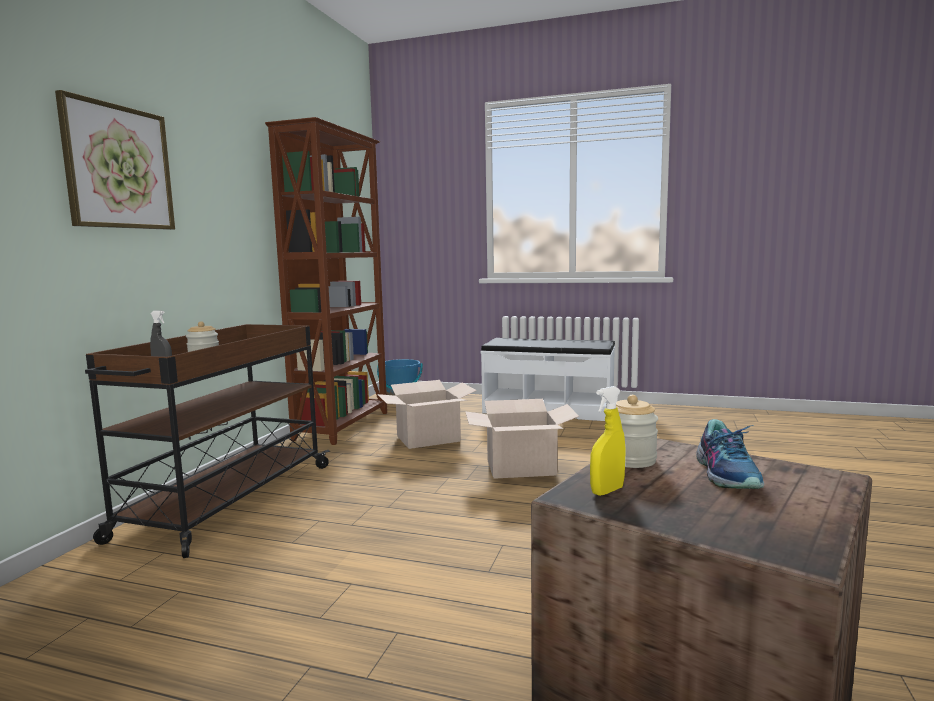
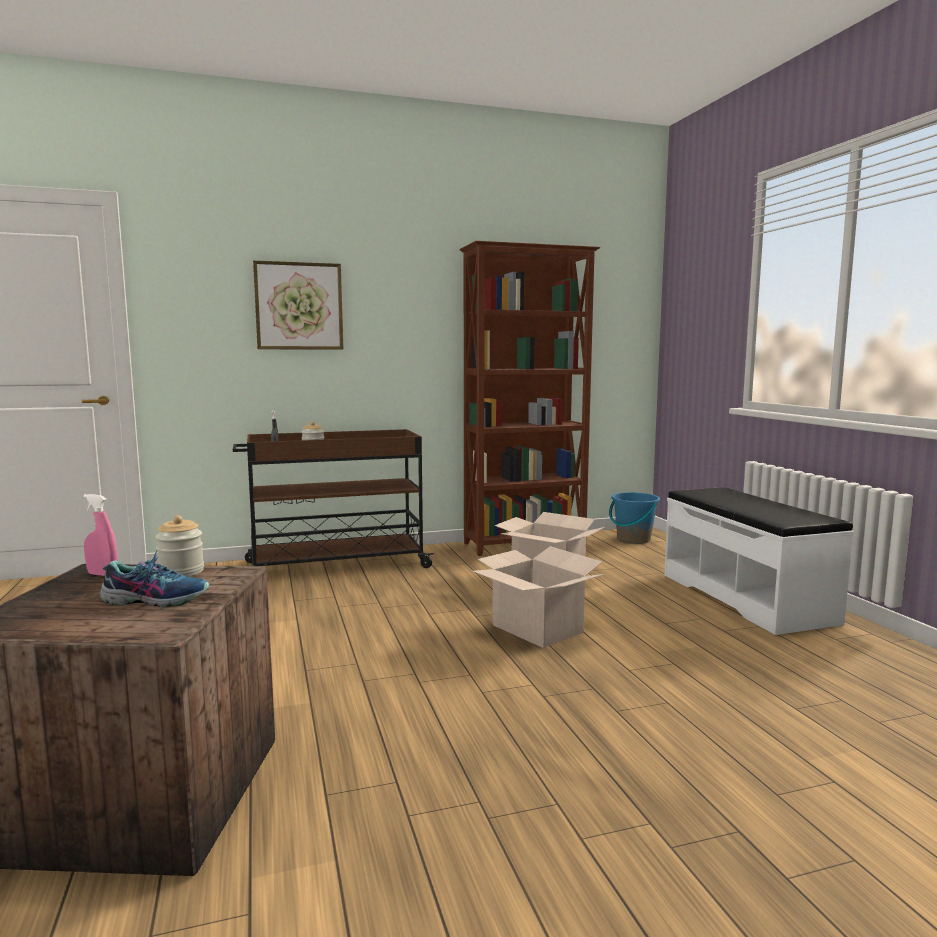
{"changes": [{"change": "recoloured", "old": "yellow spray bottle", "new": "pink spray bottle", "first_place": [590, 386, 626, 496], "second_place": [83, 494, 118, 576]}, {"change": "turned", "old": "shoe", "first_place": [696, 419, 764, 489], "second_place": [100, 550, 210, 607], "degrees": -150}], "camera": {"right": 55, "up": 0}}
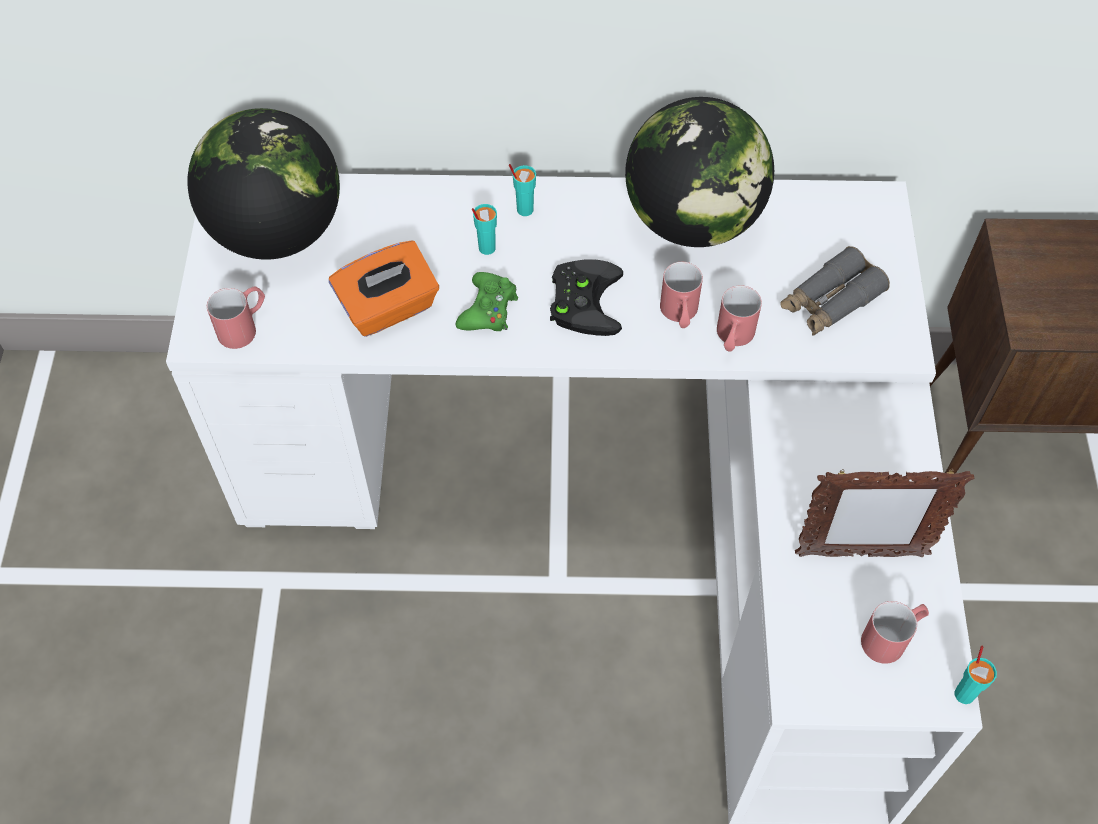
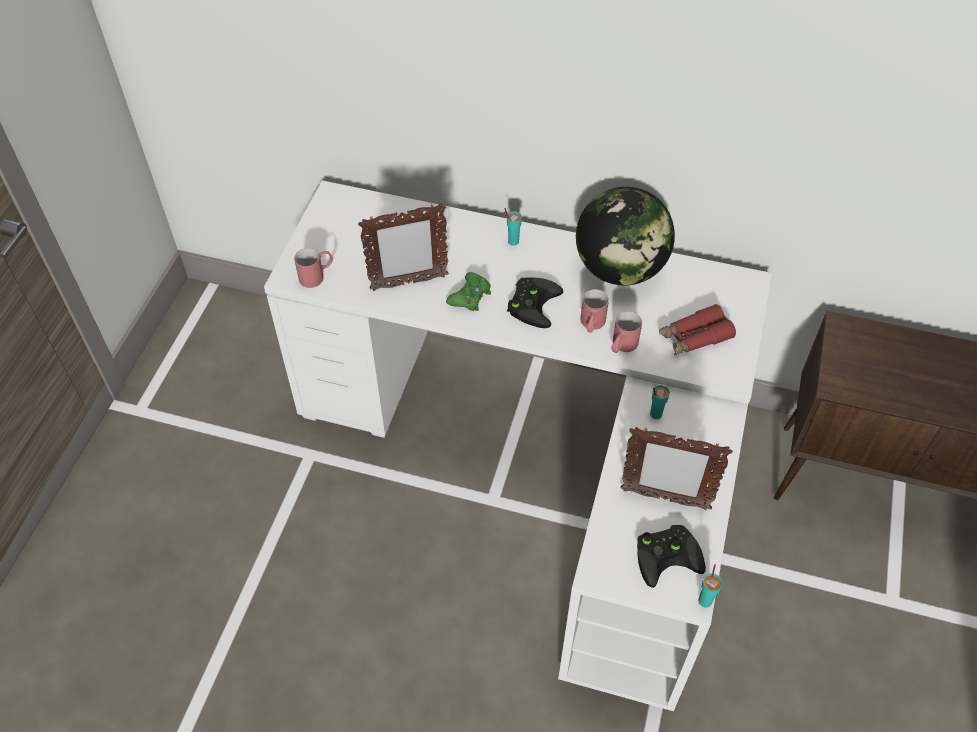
{"changes": [{"change": "removed", "old": "globe", "first_place": [187, 108, 340, 260]}, {"change": "moved", "old": "turquoise cup", "first_place": [472, 204, 497, 255], "second_place": [650, 385, 670, 419]}, {"change": "replaced", "old": "orange tissue box", "new": "picture frame", "first_place": [329, 240, 439, 337], "second_place": [358, 203, 449, 291]}, {"change": "replaced", "old": "red mug", "new": "black game controller", "first_place": [861, 601, 929, 664], "second_place": [637, 525, 706, 588]}, {"change": "recoloured", "old": "grey binoculars", "new": "red binoculars", "first_place": [780, 246, 890, 336], "second_place": [659, 304, 736, 355]}], "camera": {"right": 15, "up": -5}}
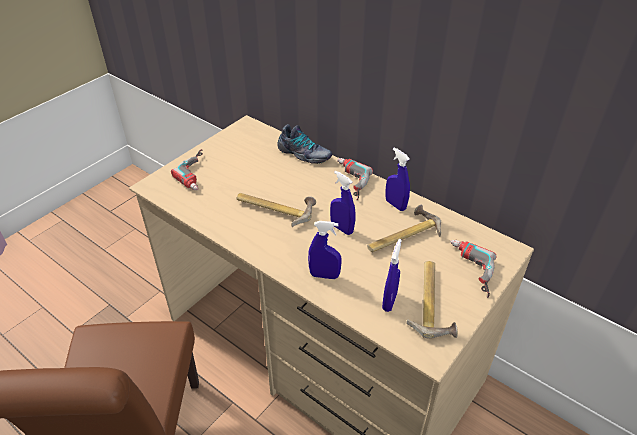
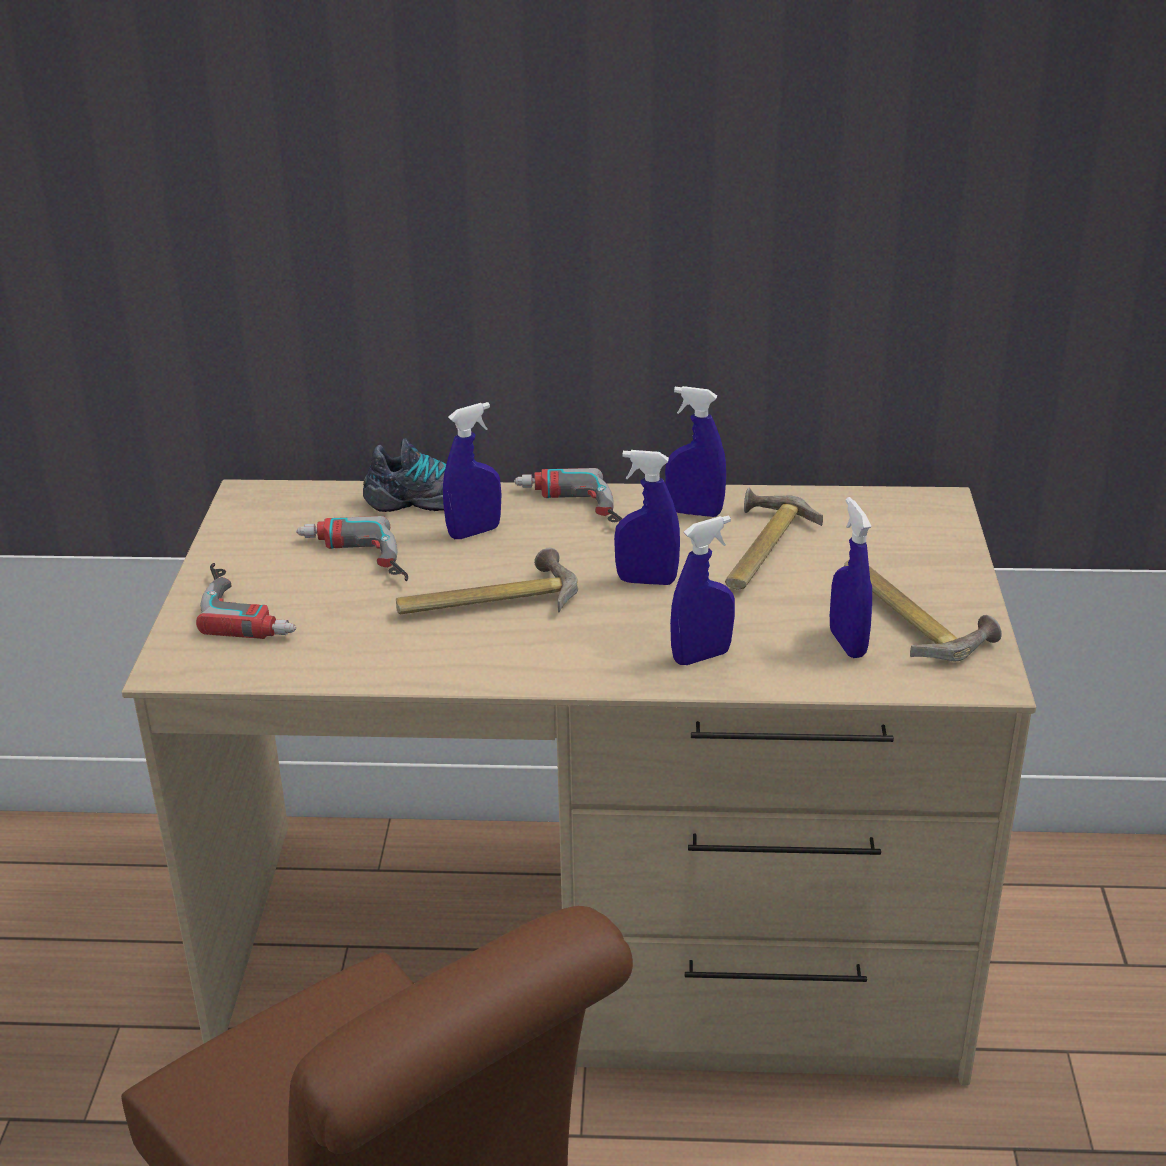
{"changes": [{"change": "added", "new": "blue spray bottle", "second_place": [443, 402, 501, 539]}, {"change": "moved", "old": "power drill", "first_place": [450, 240, 496, 298], "second_place": [296, 516, 408, 581]}], "camera": {"right": -35, "up": -10}}
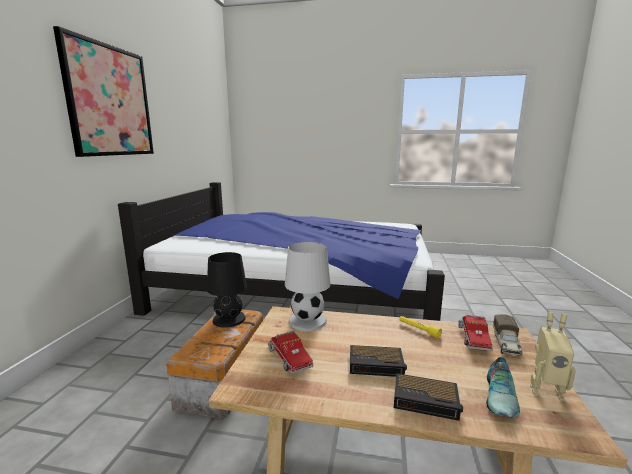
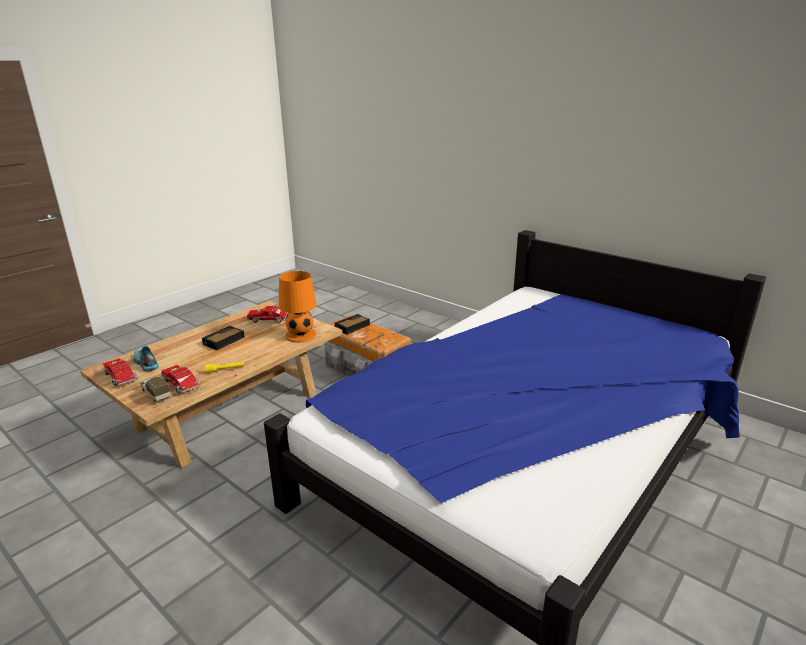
{"changes": [{"change": "removed", "old": "picture", "first_place": [53, 26, 154, 157]}, {"change": "removed", "old": "black table lamp", "first_place": [207, 252, 247, 328]}, {"change": "moved", "old": "alarm clock", "first_place": [394, 373, 463, 421], "second_place": [335, 314, 370, 334]}, {"change": "replaced", "old": "toy robot", "new": "toy truck", "first_place": [530, 312, 576, 401], "second_place": [103, 358, 138, 387]}, {"change": "recoloured", "old": "white table lamp", "new": "orange table lamp", "first_place": [285, 242, 331, 331], "second_place": [279, 271, 317, 343]}], "camera": {"right": 120, "up": 10}}
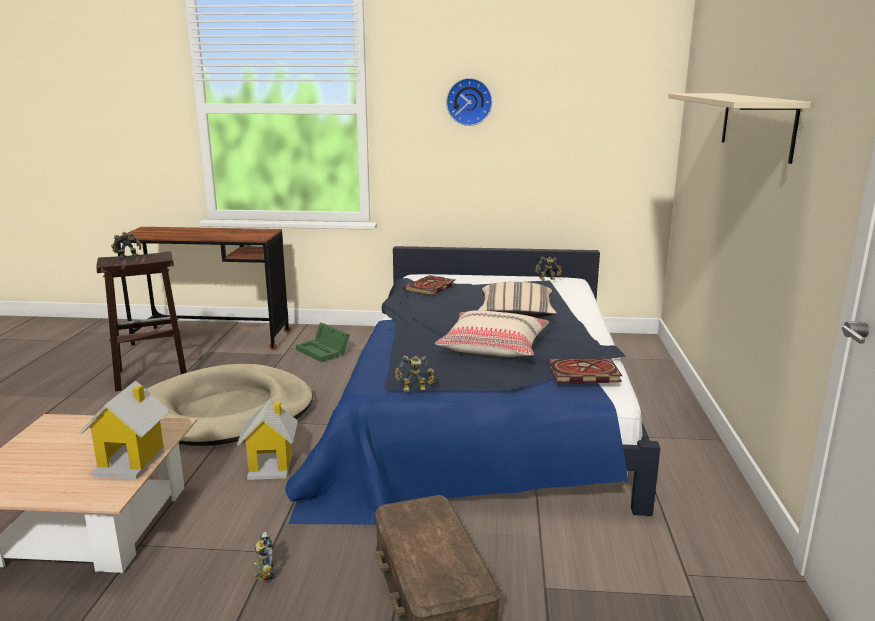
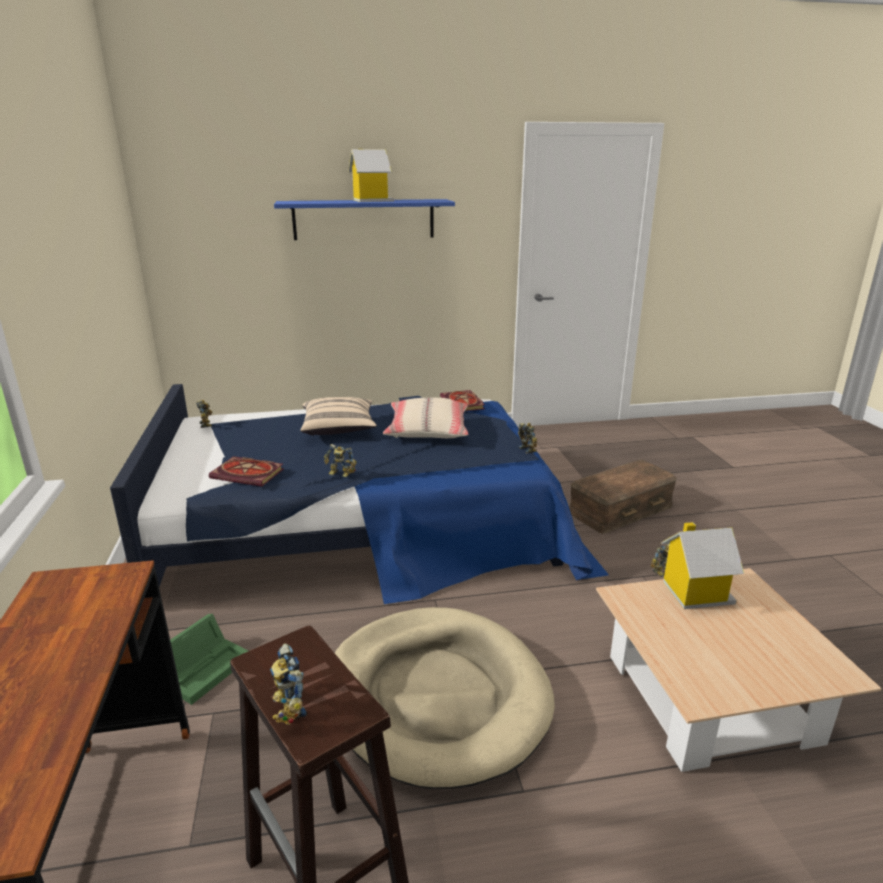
{"changes": [{"change": "removed", "old": "wall clock", "first_place": [446, 78, 492, 126]}, {"change": "added", "new": "toy robot", "second_place": [324, 444, 357, 477]}, {"change": "moved", "old": "toy house", "first_place": [237, 398, 298, 480], "second_place": [348, 149, 394, 202]}, {"change": "recoloured", "old": "beige shelf", "new": "blue shelf", "first_place": [668, 93, 811, 164], "second_place": [274, 199, 455, 240]}], "camera": {"right": -105, "up": 5}}
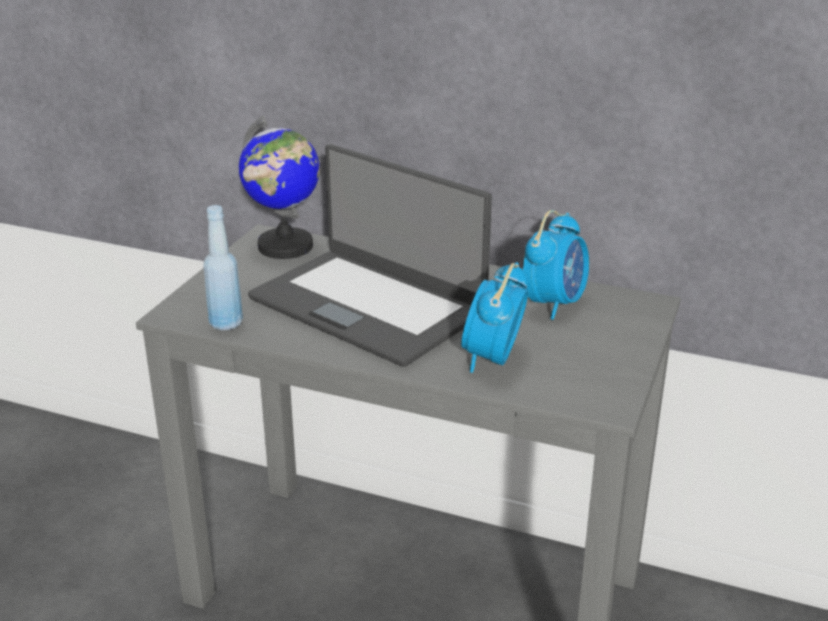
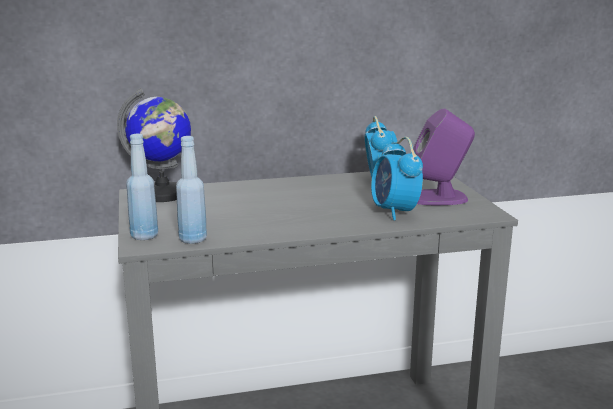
{"changes": [{"change": "removed", "old": "laptop", "first_place": [248, 144, 492, 367]}, {"change": "added", "new": "blue bottle", "second_place": [126, 134, 158, 240]}, {"change": "added", "new": "purple speaker", "second_place": [411, 109, 475, 205]}], "camera": {"right": -35, "up": -10}}
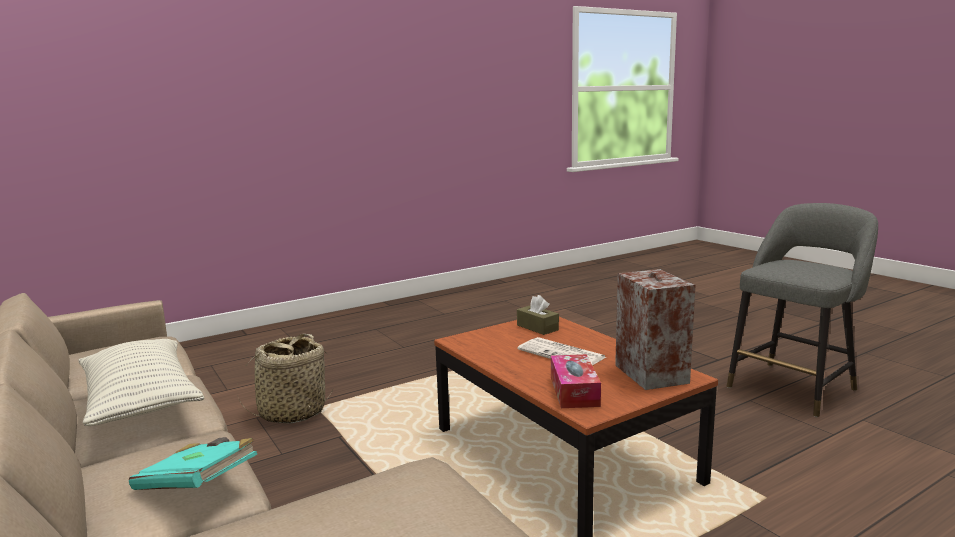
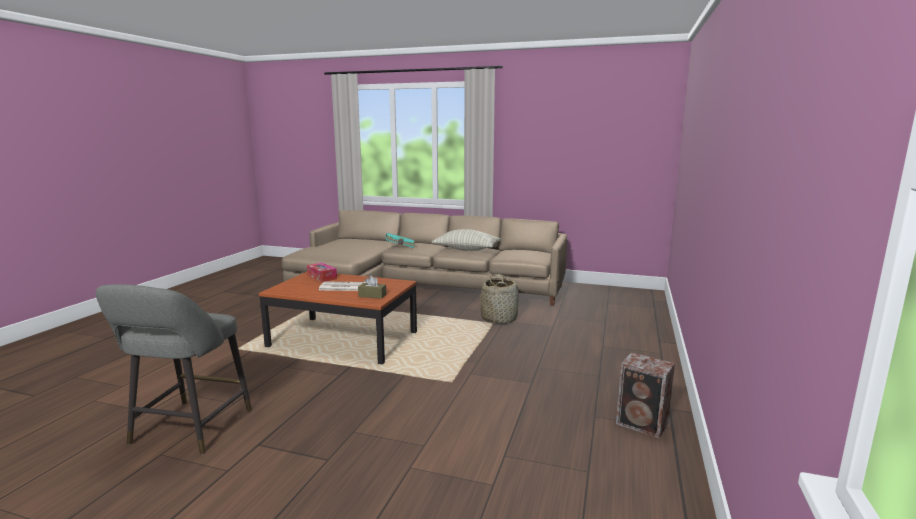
{"changes": [{"change": "moved", "old": "speaker", "first_place": [615, 269, 695, 390], "second_place": [616, 353, 675, 439]}], "camera": {"right": 140, "up": 0}}
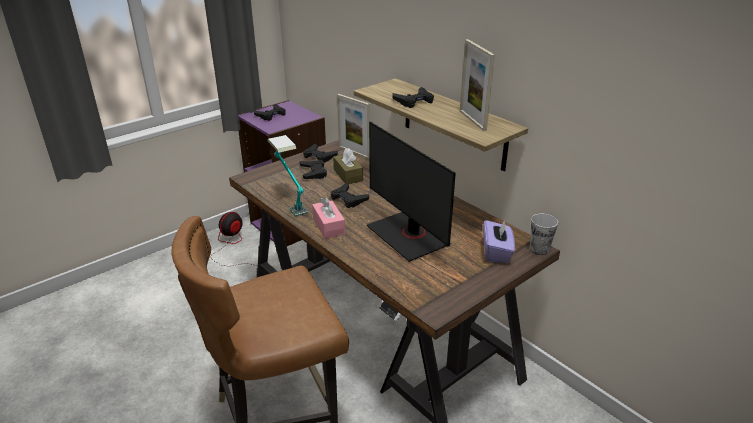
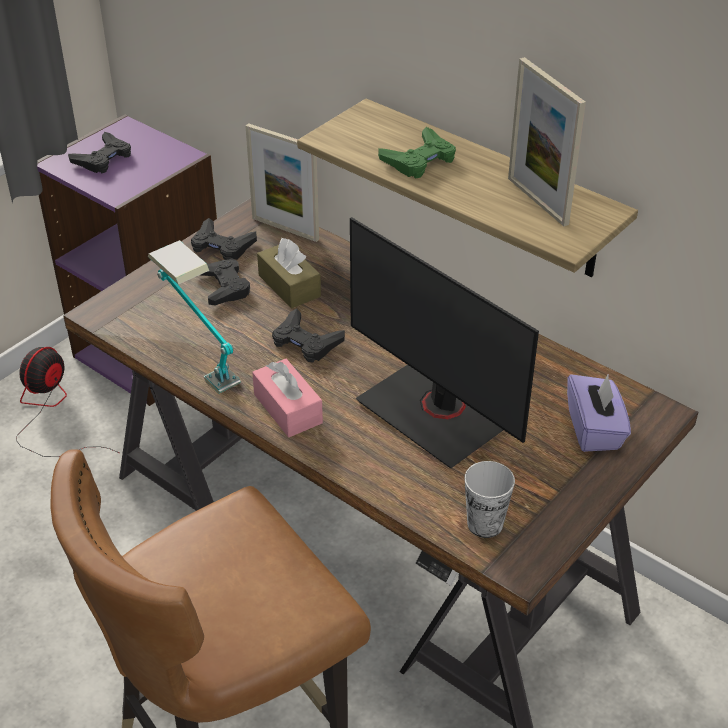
{"changes": [{"change": "moved", "old": "cup", "first_place": [530, 214, 558, 255], "second_place": [464, 461, 515, 538]}, {"change": "recoloured", "old": "black game controller", "new": "green game controller", "first_place": [392, 87, 434, 108], "second_place": [378, 127, 456, 179]}], "camera": {"right": -10, "up": 10}}
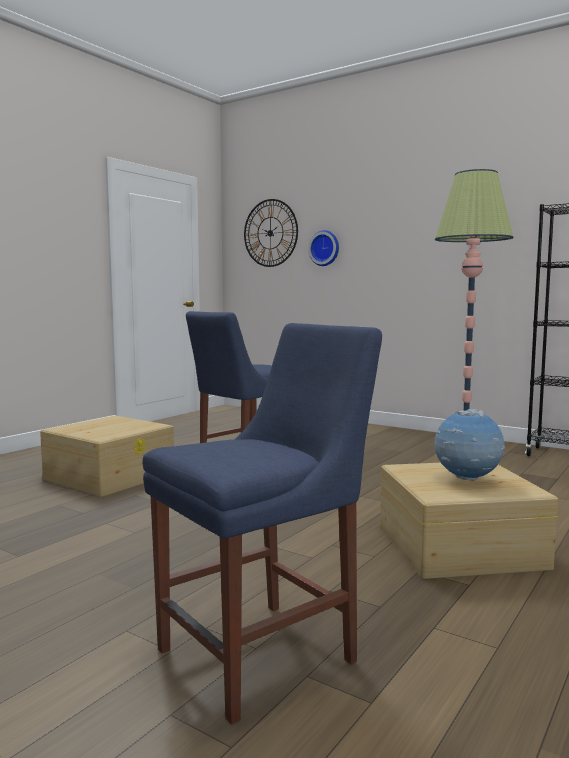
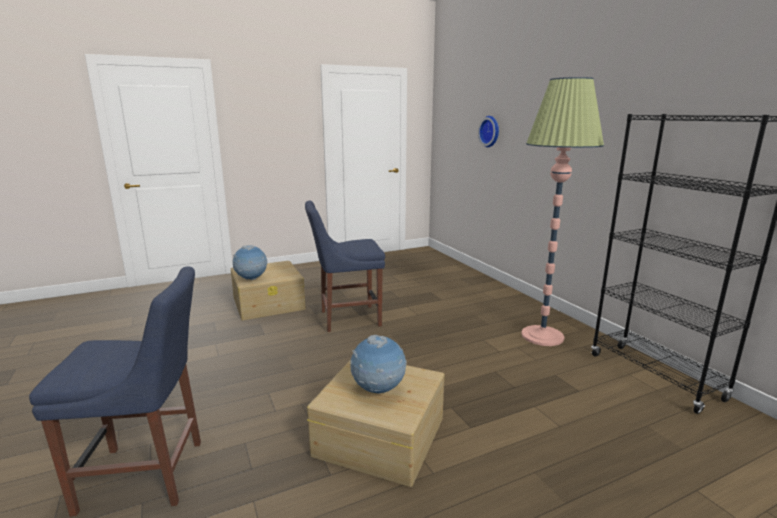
{"changes": [{"change": "removed", "old": "wall clock", "first_place": [244, 199, 298, 267]}, {"change": "added", "new": "globe", "second_place": [232, 245, 268, 280]}], "camera": {"right": 30, "up": 10}}
